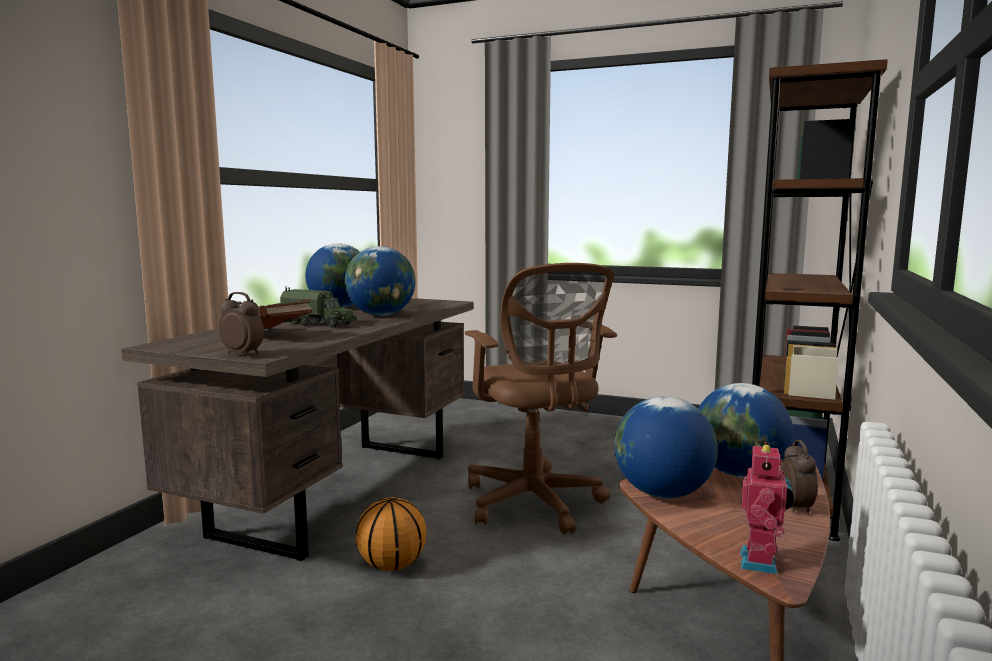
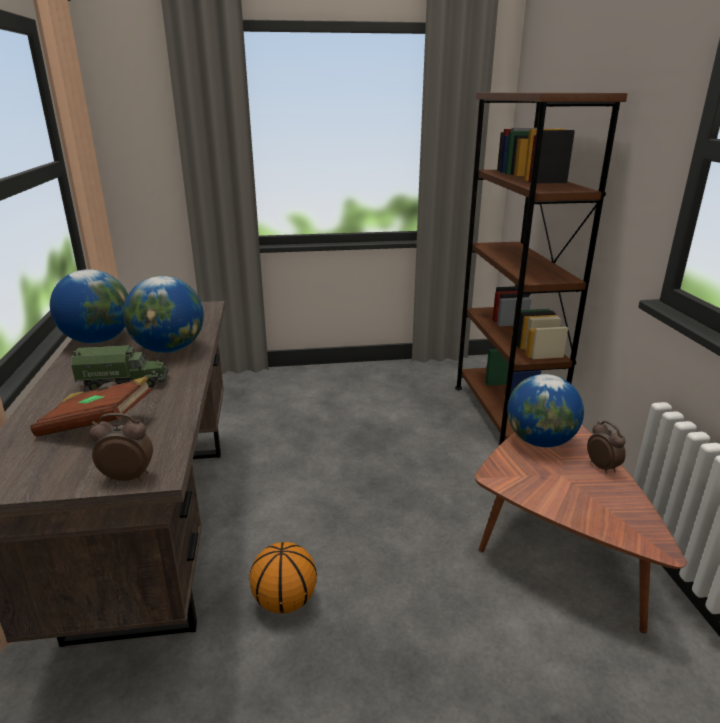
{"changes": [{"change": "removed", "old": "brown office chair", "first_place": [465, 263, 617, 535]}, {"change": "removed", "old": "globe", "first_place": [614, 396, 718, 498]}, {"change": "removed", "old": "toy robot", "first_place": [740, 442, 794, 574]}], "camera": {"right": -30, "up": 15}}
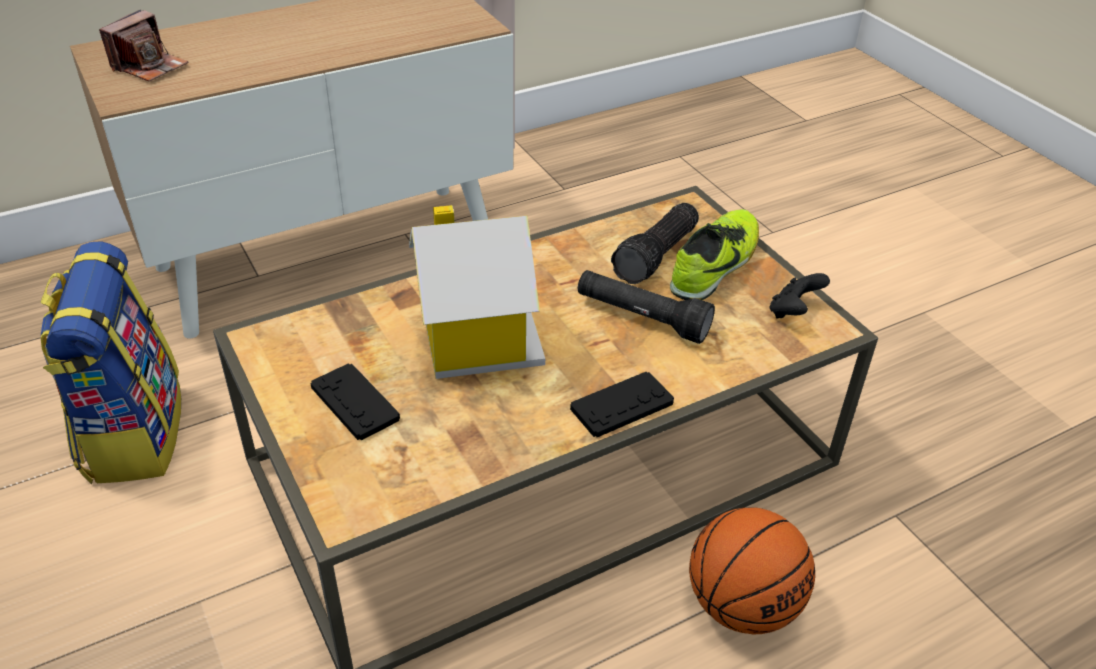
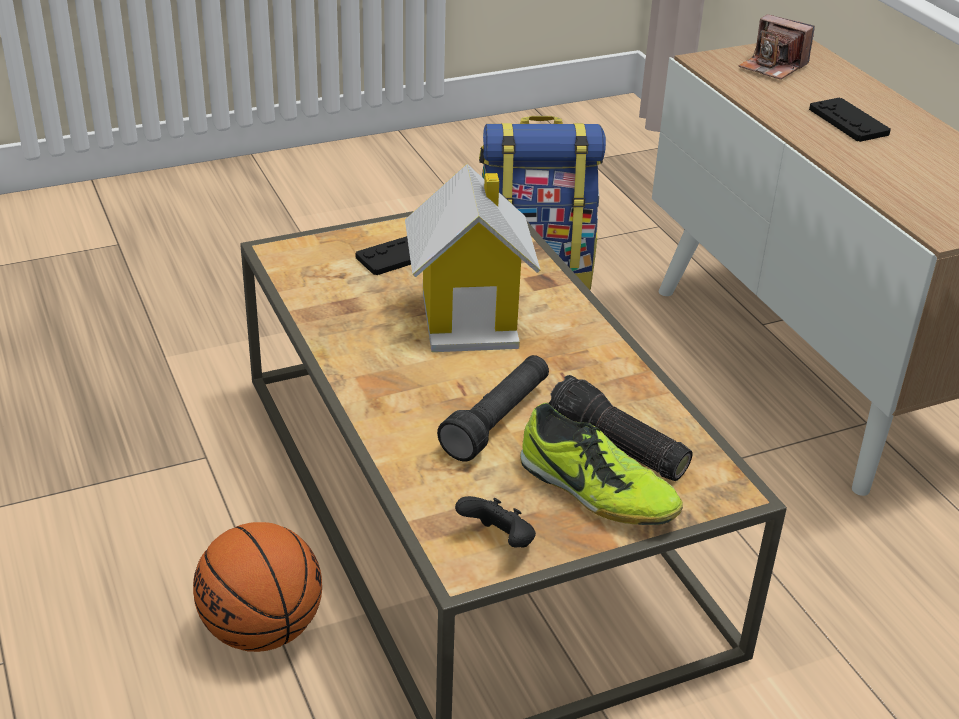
{"changes": [{"change": "moved", "old": "black game controller", "first_place": [570, 372, 674, 437], "second_place": [809, 98, 891, 142]}], "camera": {"right": 95, "up": -5}}
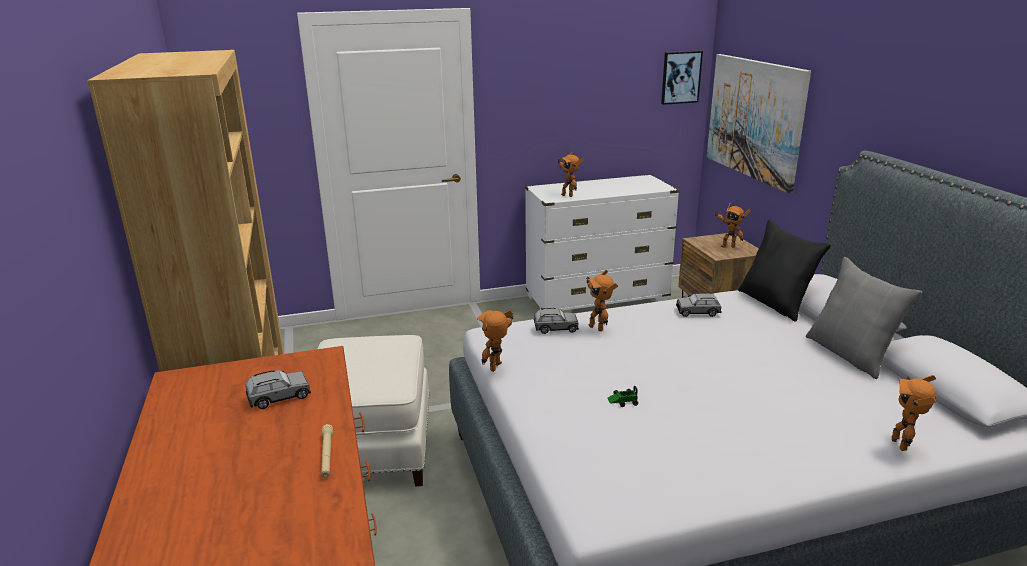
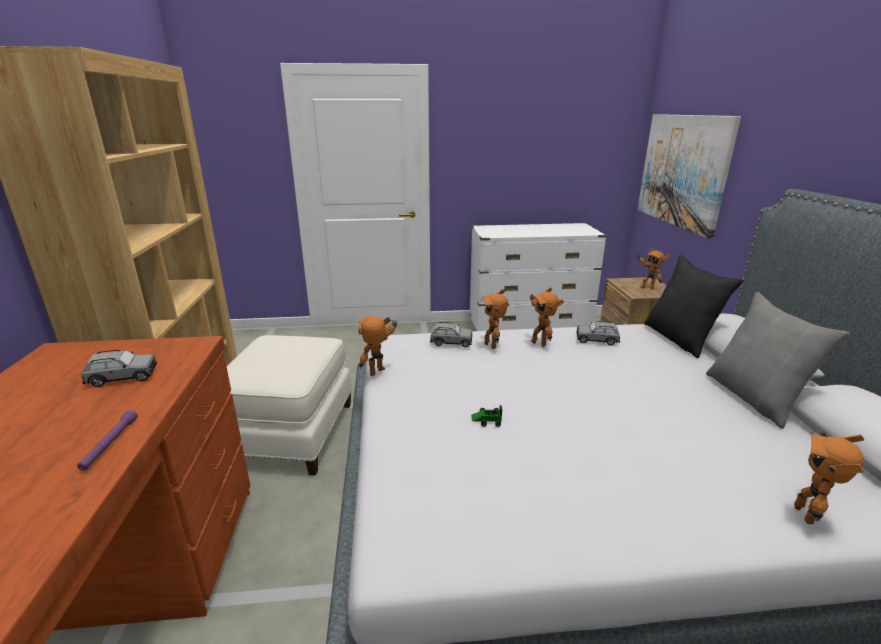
{"changes": [{"change": "removed", "old": "picture", "first_place": [661, 51, 703, 105]}, {"change": "moved", "old": "toy robot", "first_place": [557, 152, 583, 197], "second_place": [530, 287, 564, 347]}, {"change": "recoloured", "old": "beige flashlight", "new": "purple flashlight", "first_place": [321, 424, 333, 478], "second_place": [77, 410, 138, 471]}], "camera": {"right": 10, "up": 0}}
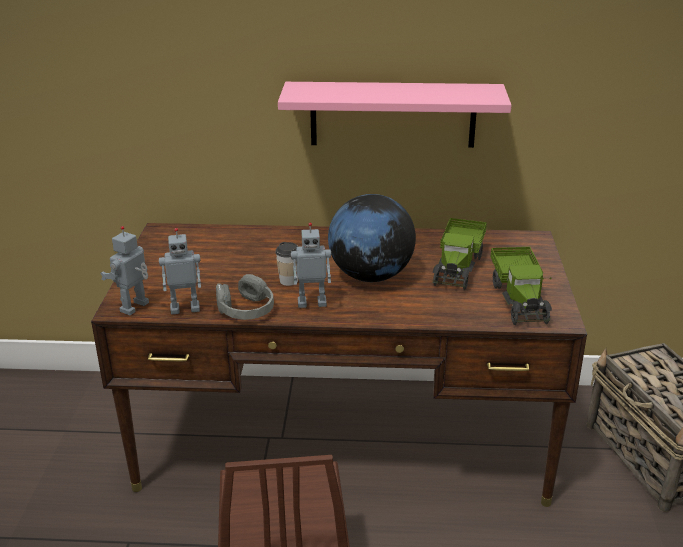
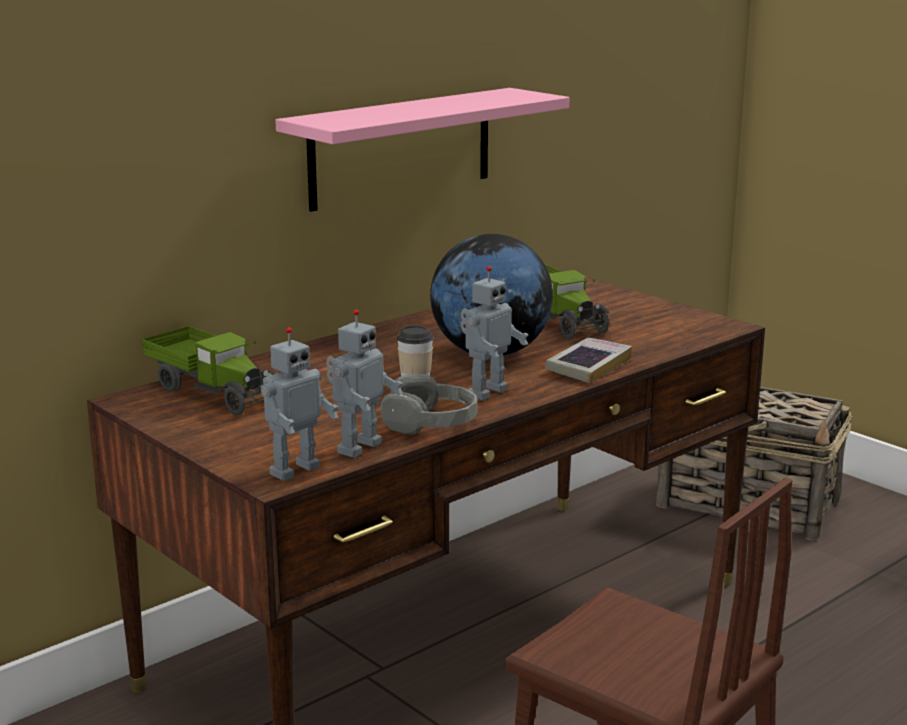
{"changes": [{"change": "added", "new": "book", "second_place": [545, 338, 632, 383]}, {"change": "moved", "old": "toy truck", "first_place": [490, 247, 552, 325], "second_place": [142, 326, 275, 416]}, {"change": "turned", "old": "toy robot", "first_place": [100, 226, 149, 315], "second_place": [261, 327, 338, 481], "degrees": -120}], "camera": {"right": -45, "up": -10}}
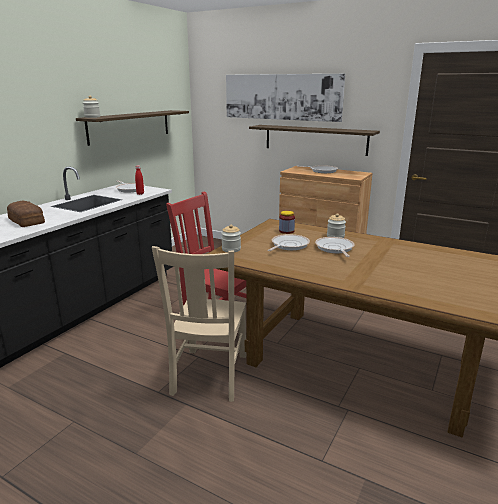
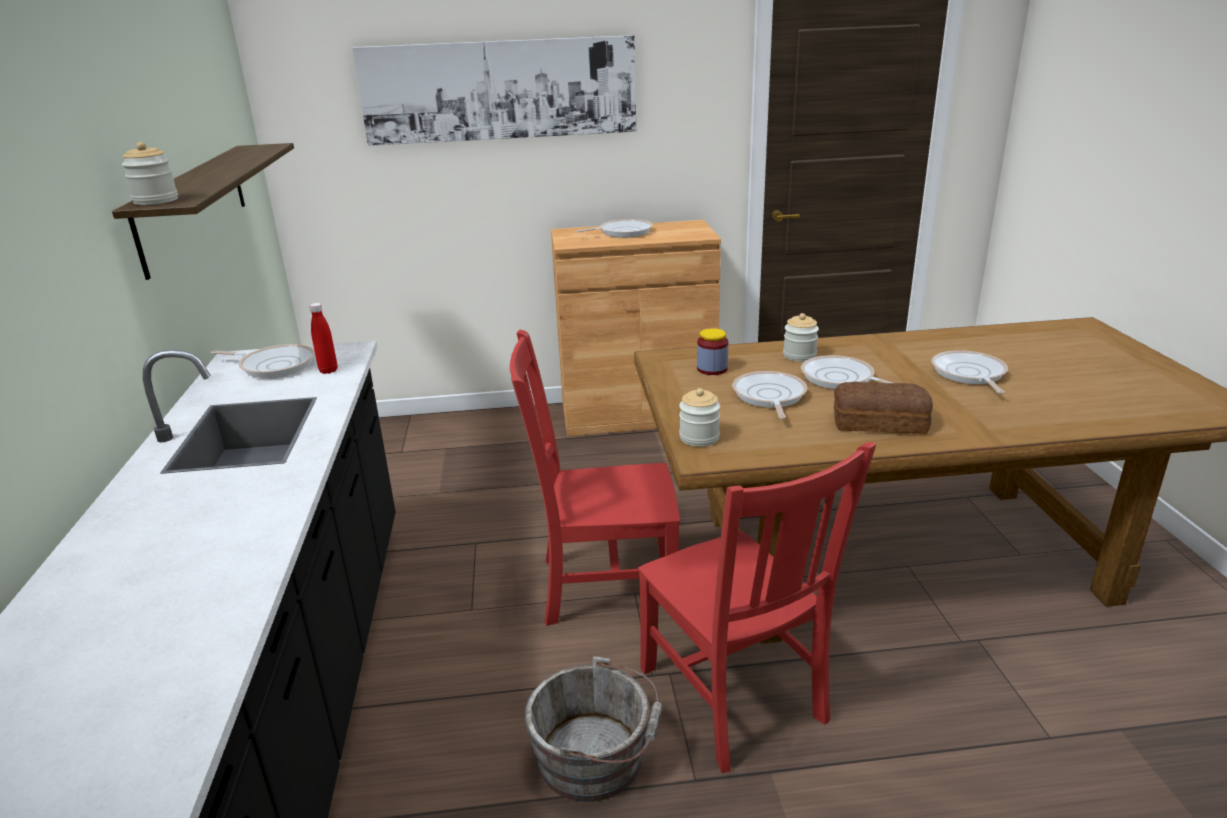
{"changes": [{"change": "removed", "old": "shelf", "first_place": [249, 125, 380, 156]}, {"change": "added", "new": "grey bucket", "second_place": [525, 656, 663, 802]}, {"change": "added", "new": "frying pan", "second_place": [931, 350, 1008, 394]}, {"change": "moved", "old": "bread", "first_place": [7, 201, 45, 227], "second_place": [834, 382, 933, 434]}, {"change": "recoloured", "old": "beige chair", "new": "red chair", "first_place": [152, 246, 246, 402], "second_place": [638, 442, 876, 773]}], "camera": {"right": -35, "up": 5}}
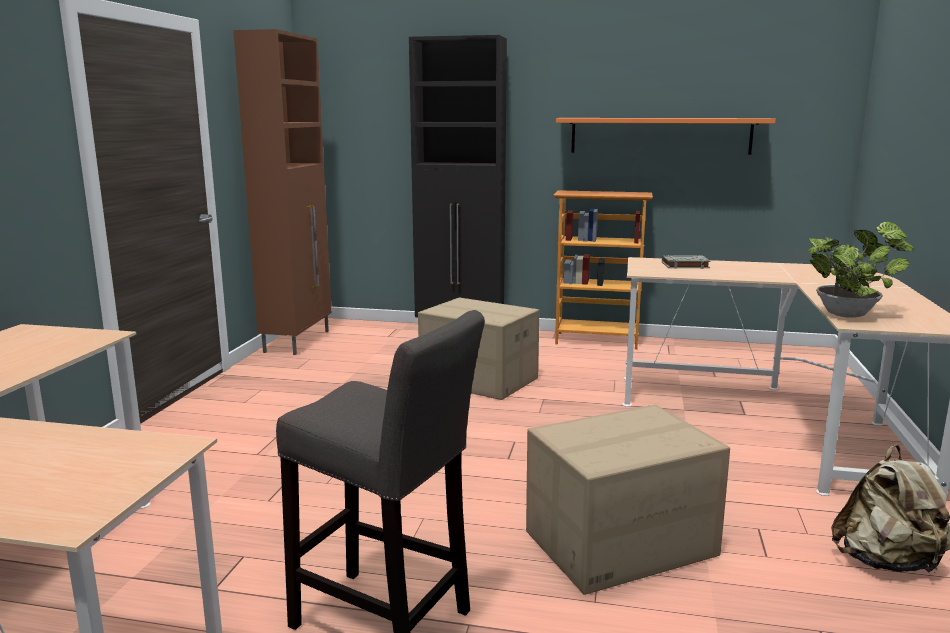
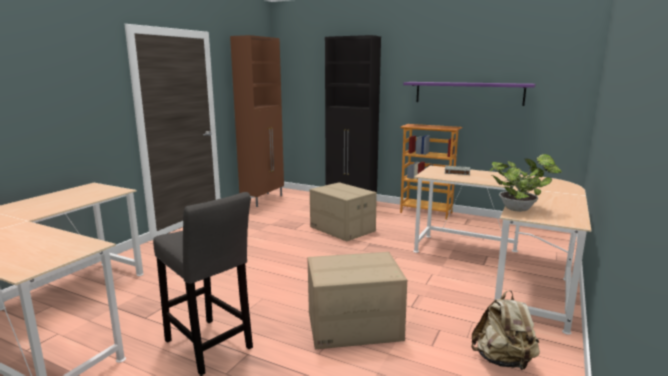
{"changes": [{"change": "recoloured", "old": "orange shelf", "new": "purple shelf", "first_place": [556, 118, 776, 155], "second_place": [403, 82, 536, 106]}], "camera": {"right": 15, "up": 0}}
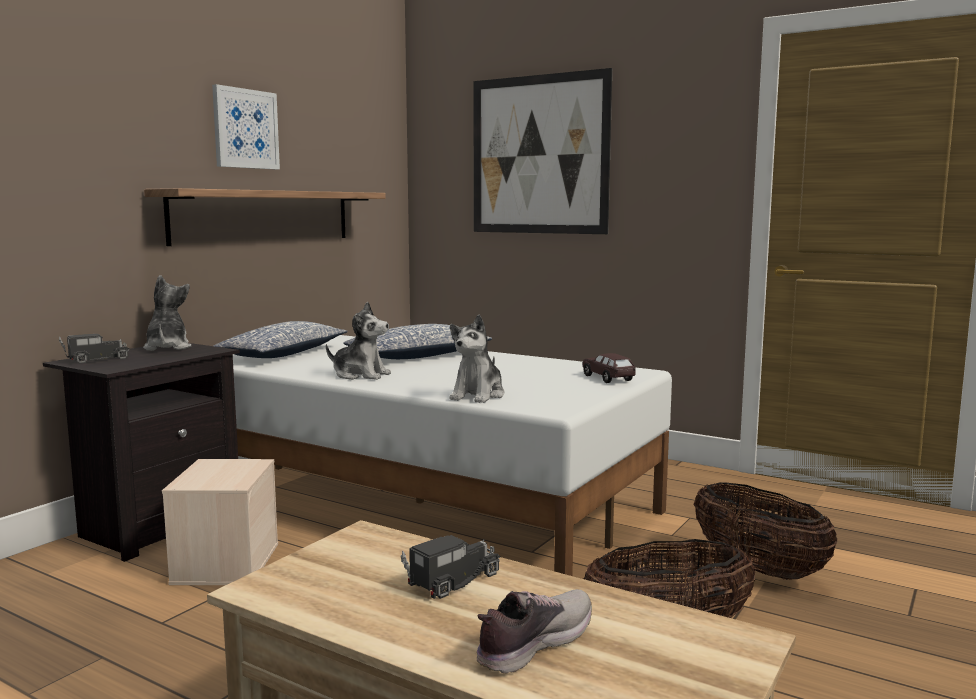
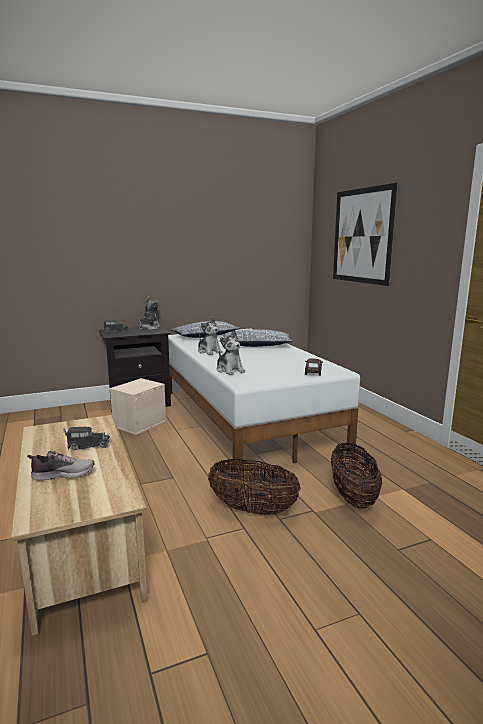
{"changes": [{"change": "removed", "old": "shelf", "first_place": [144, 188, 386, 246]}, {"change": "removed", "old": "picture", "first_place": [212, 84, 280, 169]}, {"change": "turned", "old": "plush toy", "first_place": [450, 315, 505, 403], "second_place": [217, 330, 245, 375], "degrees": -90}], "camera": {"right": 35, "up": 5}}
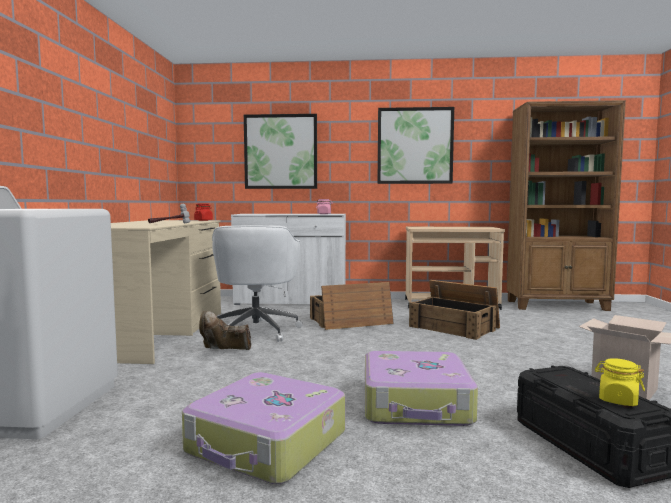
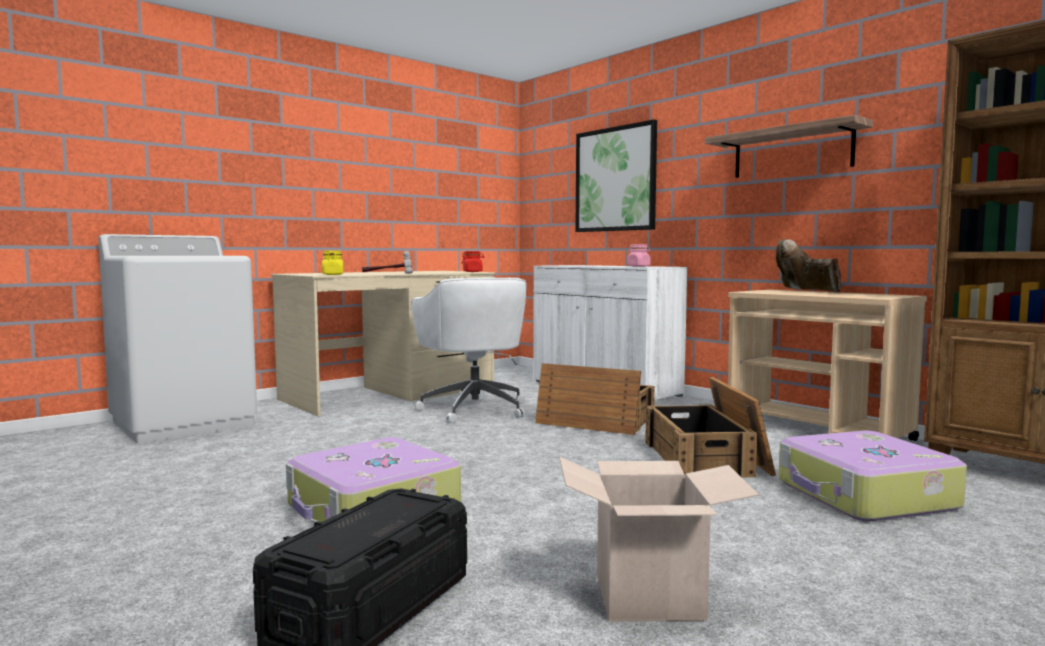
{"changes": [{"change": "moved", "old": "suitcase", "first_place": [182, 372, 345, 484], "second_place": [779, 431, 967, 521]}, {"change": "moved", "old": "brown boot", "first_place": [199, 311, 251, 350], "second_place": [776, 239, 842, 293]}, {"change": "moved", "old": "yellow jar", "first_place": [595, 358, 645, 406], "second_place": [322, 251, 344, 275]}, {"change": "replaced", "old": "picture", "new": "shelf", "first_place": [378, 107, 454, 184], "second_place": [705, 115, 873, 178]}, {"change": "turned", "old": "white office chair", "first_place": [212, 225, 303, 342], "second_place": [411, 277, 527, 423], "degrees": -60}], "camera": {"right": 45, "up": 0}}
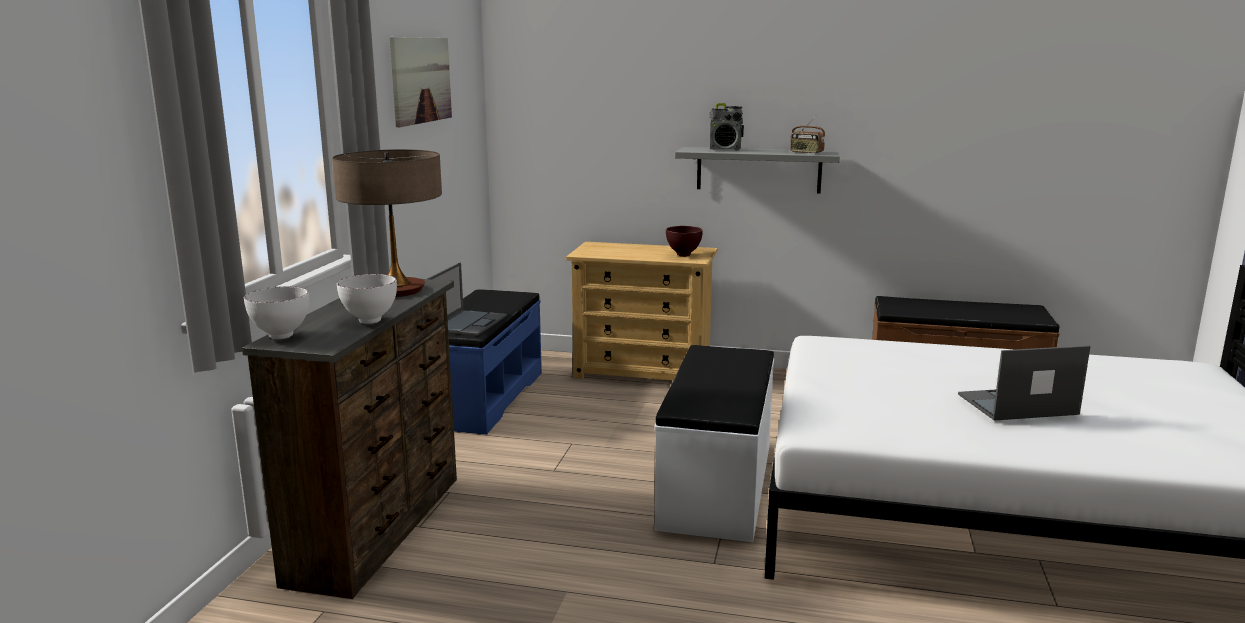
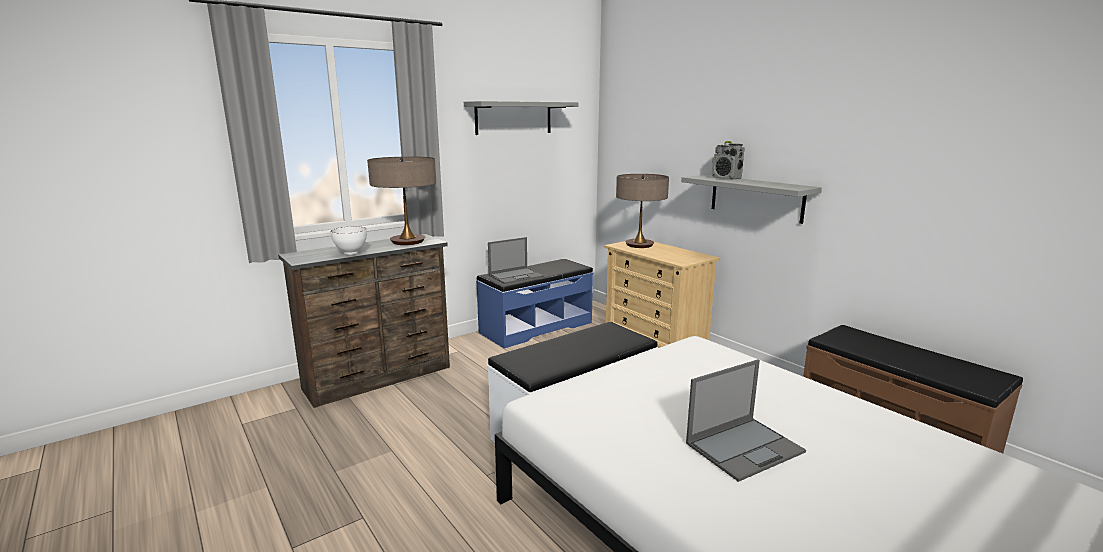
{"changes": [{"change": "removed", "old": "white bowl", "first_place": [244, 286, 309, 339]}, {"change": "removed", "old": "brown bowl", "first_place": [666, 226, 703, 257]}, {"change": "removed", "old": "radio", "first_place": [790, 115, 826, 154]}, {"change": "added", "new": "table lamp", "second_place": [616, 174, 669, 248]}, {"change": "replaced", "old": "picture", "new": "grey shelf", "first_place": [390, 37, 452, 127], "second_place": [464, 101, 579, 135]}, {"change": "turned", "old": "laptop", "first_place": [958, 345, 1090, 421], "second_place": [686, 359, 806, 482], "degrees": 120}], "camera": {"right": 40, "up": 0}}
